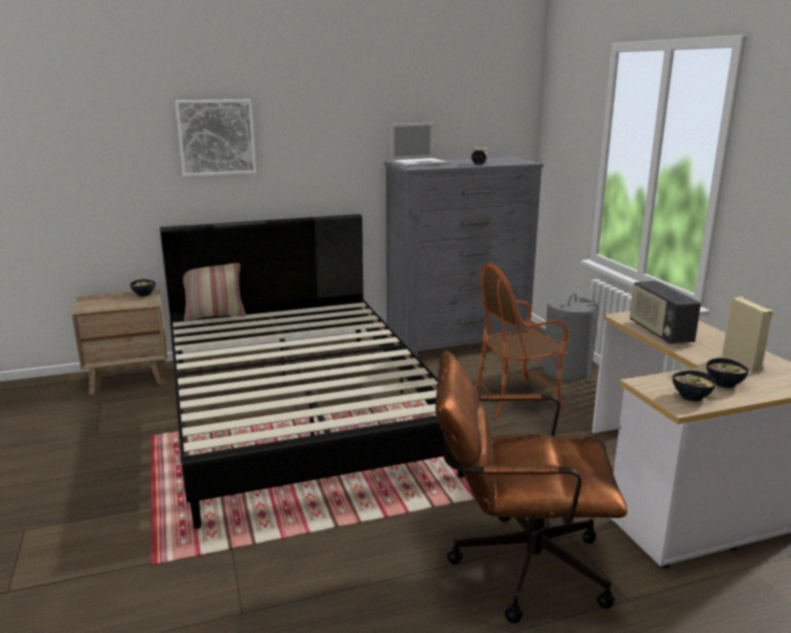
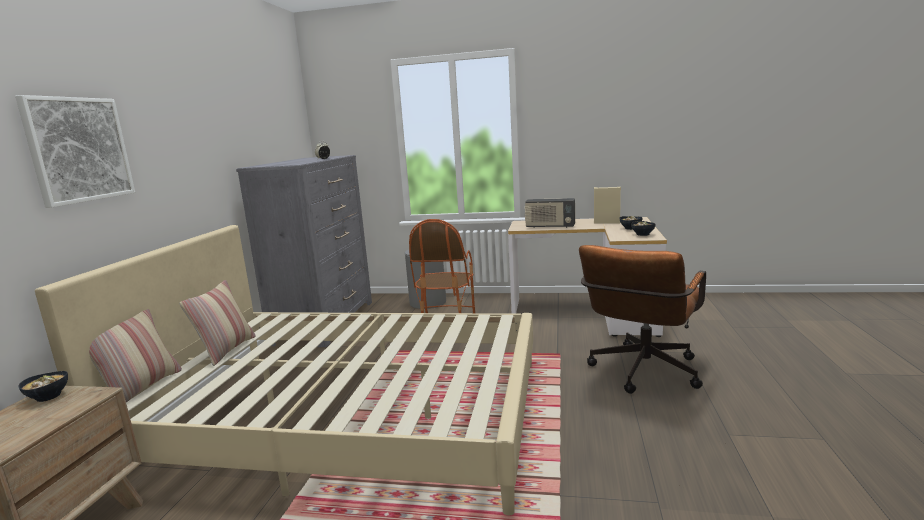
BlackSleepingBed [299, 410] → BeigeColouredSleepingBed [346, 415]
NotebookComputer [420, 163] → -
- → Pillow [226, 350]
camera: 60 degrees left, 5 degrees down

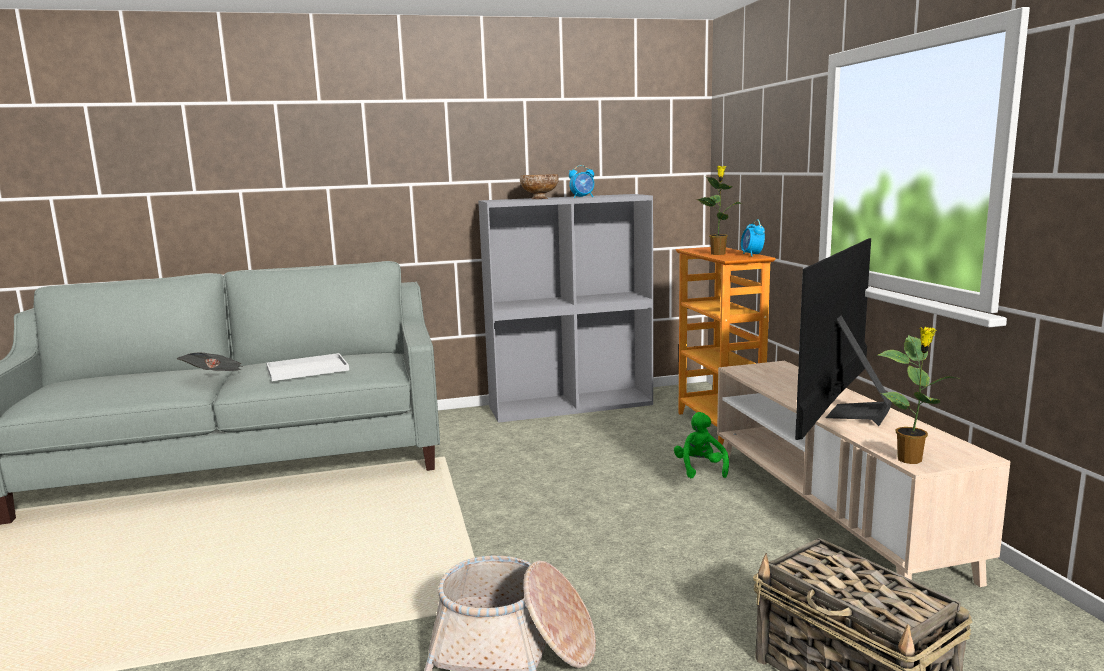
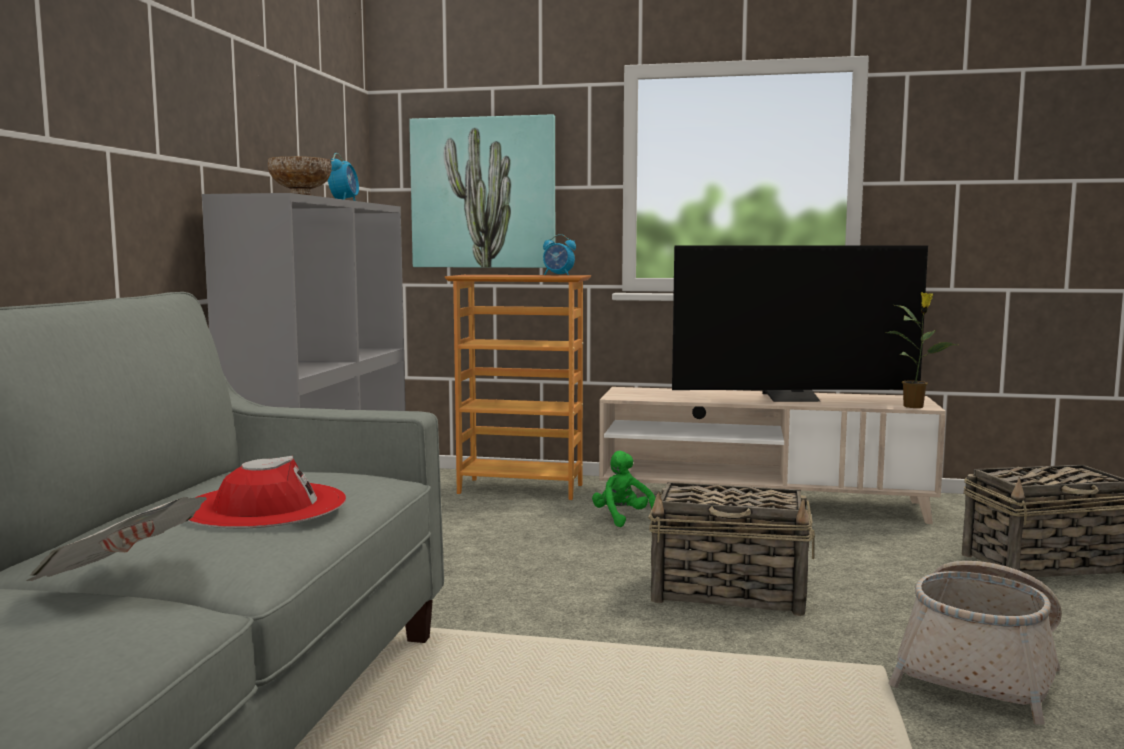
WhiteCarryingTray [309, 368] → RedColouredHat [264, 506]
GreenColouredPlushToy [700, 469] → GreenColouredPlushToy [623, 518], 45 degrees clockwise
PlantInAPot [718, 254] → -
TvSet [848, 413] → TvSet [793, 399], 60 degrees counterclockwise
- → Picture [483, 193]
- → HouseholdBasket [730, 592]
camera: 65 degrees left, 5 degrees down

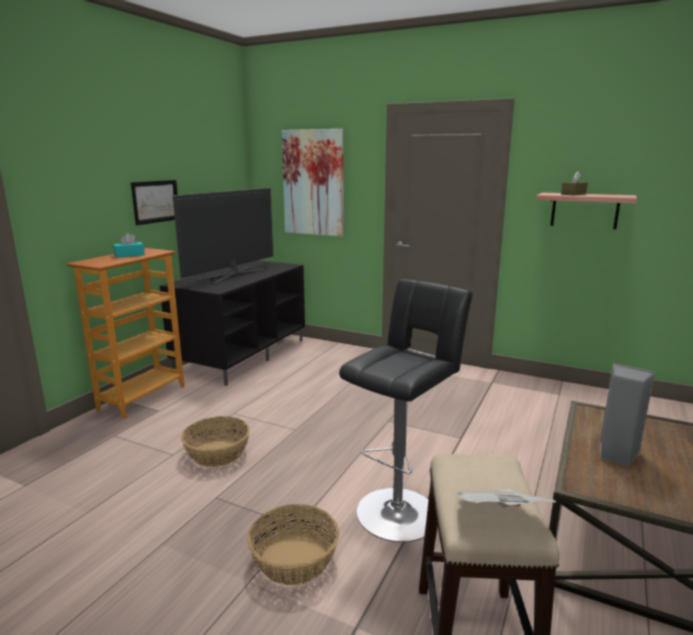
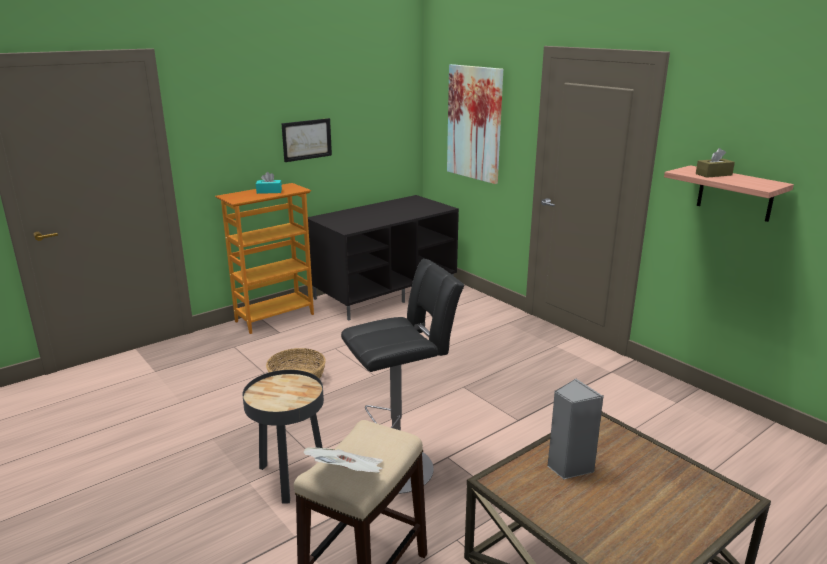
TvSet [233, 274] → -
HouseholdBasket [295, 559] → BlackEndTable [291, 477]
camera: 25 degrees right, 5 degrees up

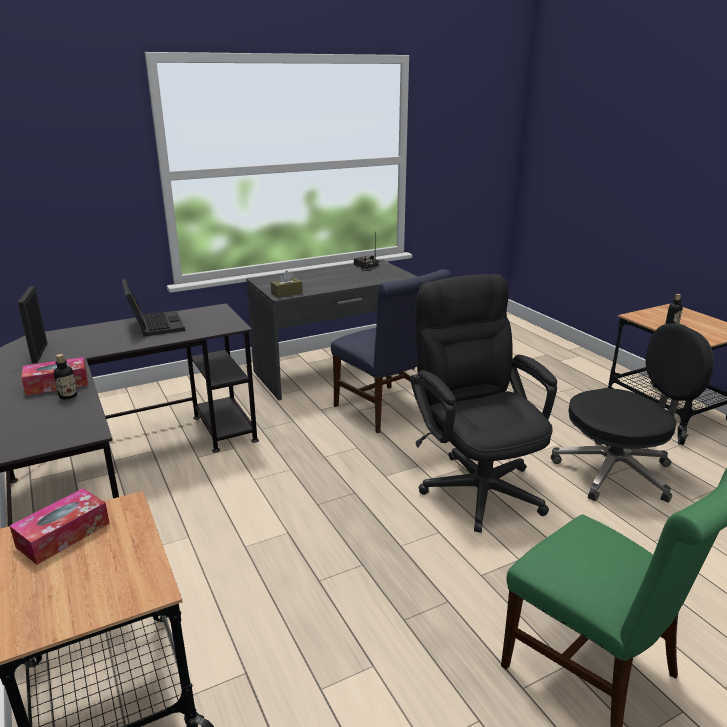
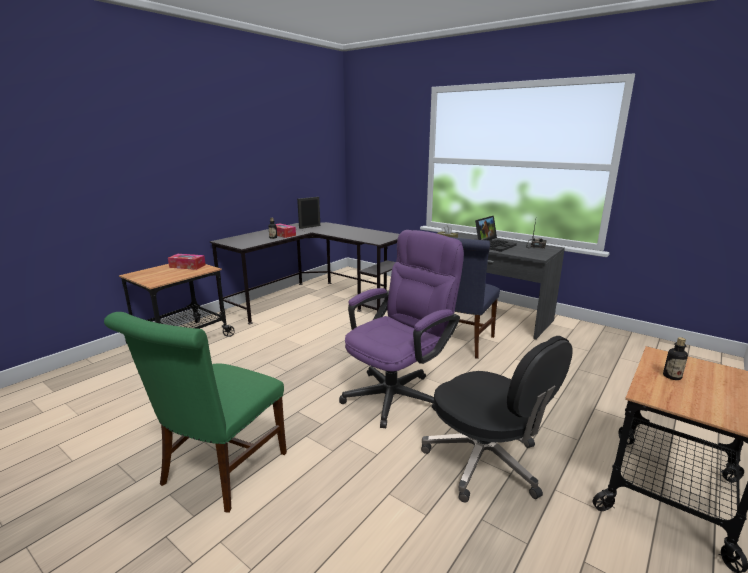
NotebookComputer [154, 325] → NotebookComputer [494, 245], move
BlackDeskChair [476, 483] → PurpleColouredDeskChair [398, 393]
camera: 65 degrees right, 5 degrees down

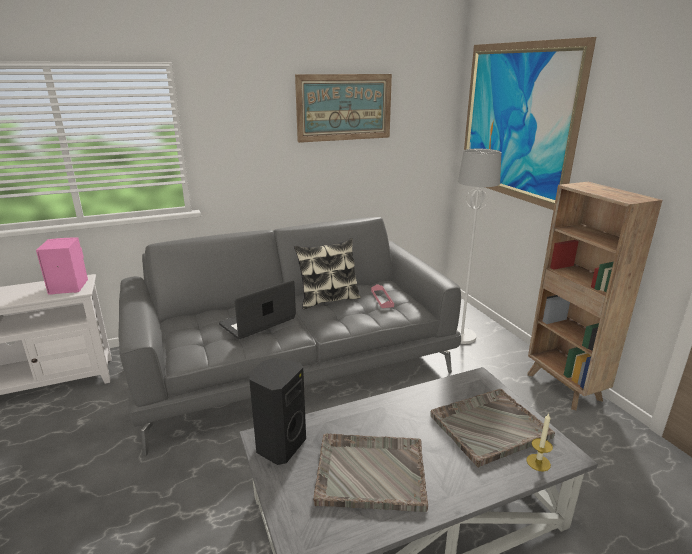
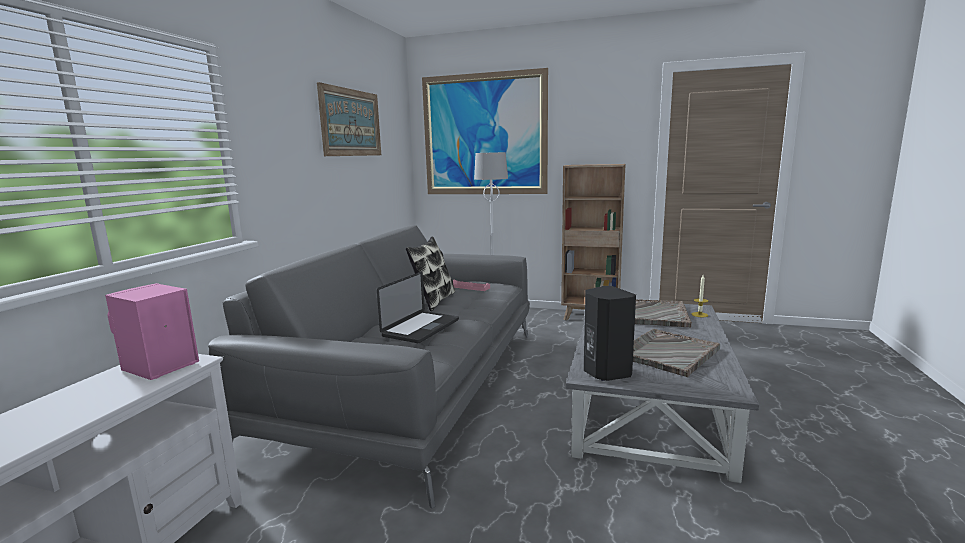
NotebookComputer [258, 322] → NotebookComputer [421, 328], 150 degrees counterclockwise
camera: 50 degrees left, 10 degrees down

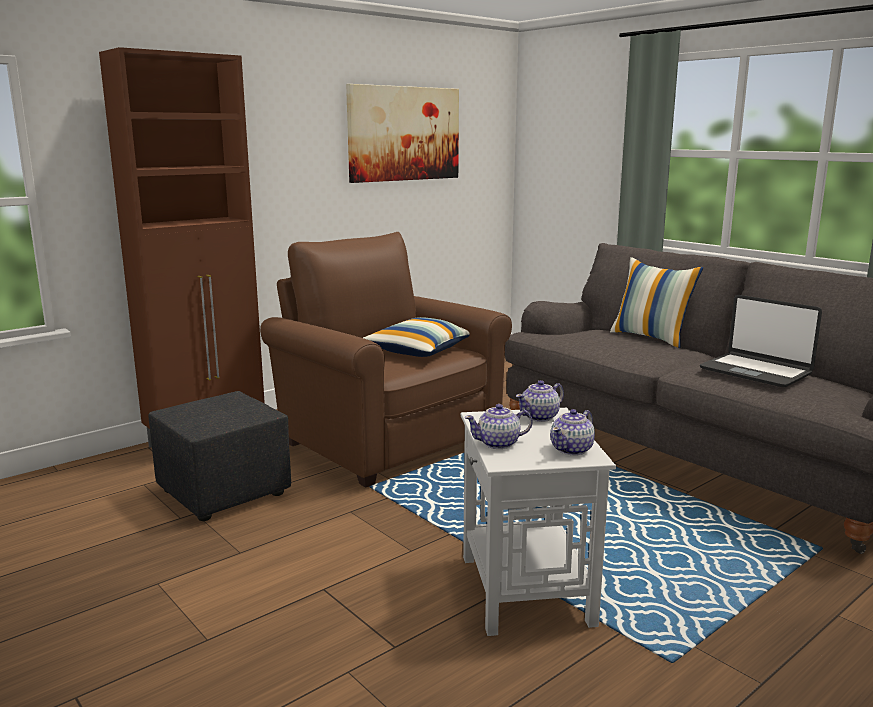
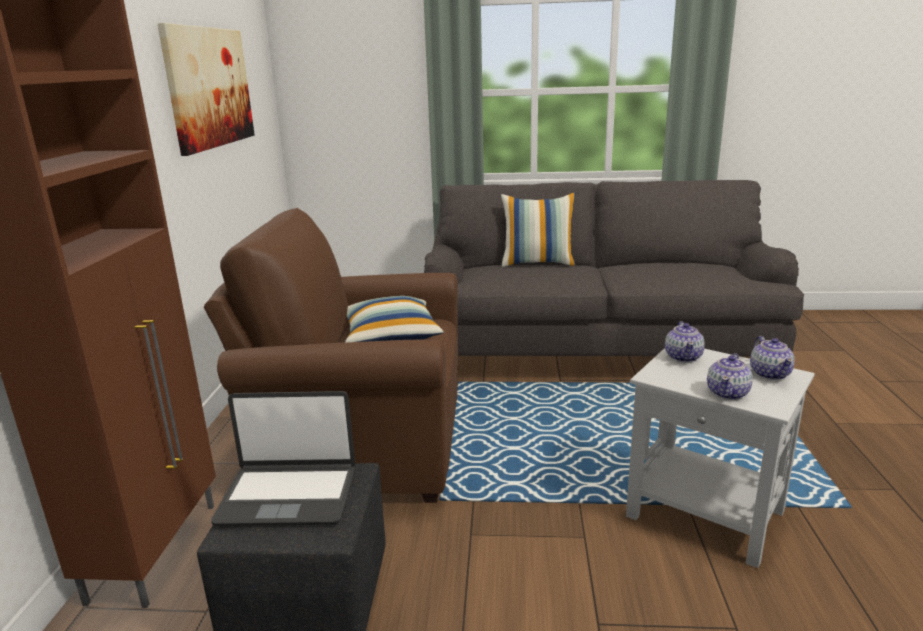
NotebookComputer [756, 371] → NotebookComputer [288, 495], move
camera: 45 degrees left, 5 degrees up

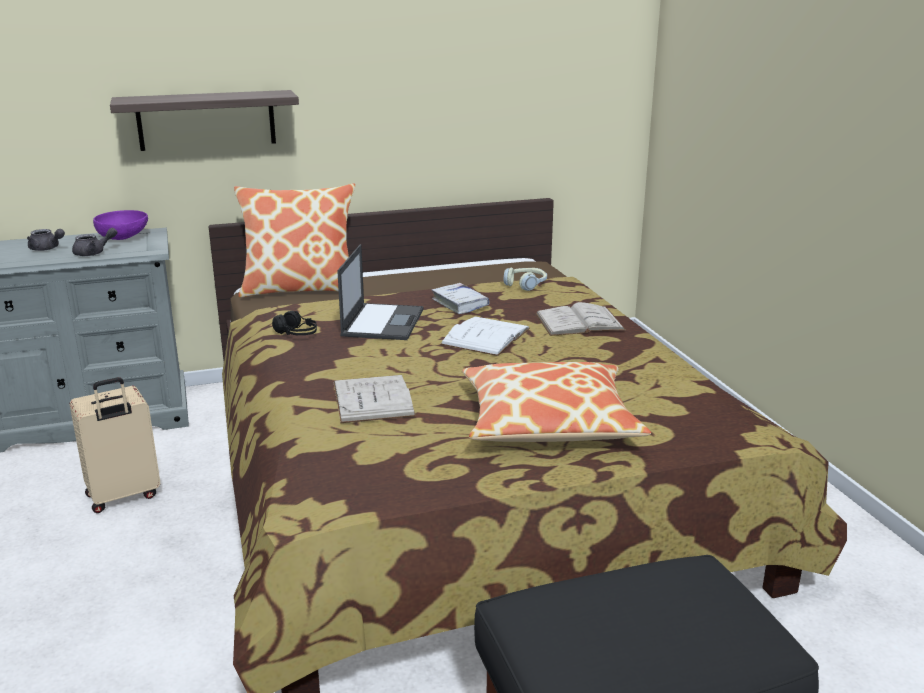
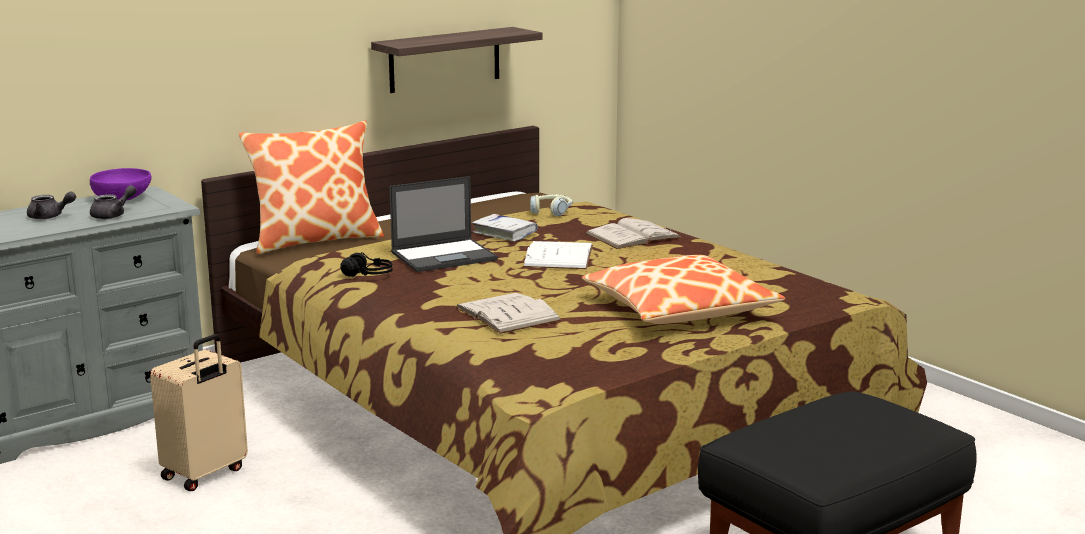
Shelf [206, 120] → Shelf [445, 59], move
NotebookComputer [383, 322] → NotebookComputer [445, 256], 75 degrees clockwise
camera: 20 degrees left, 5 degrees down

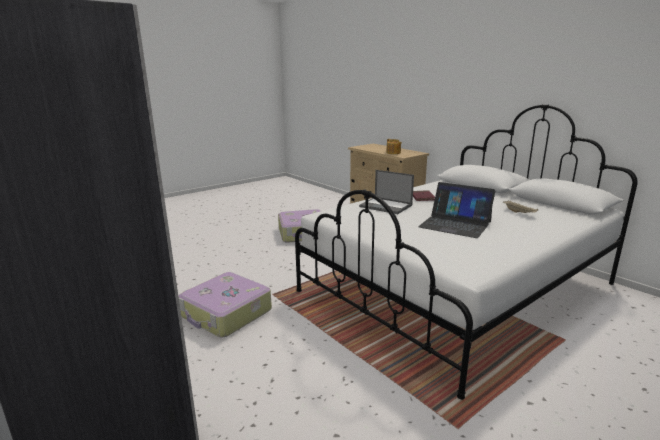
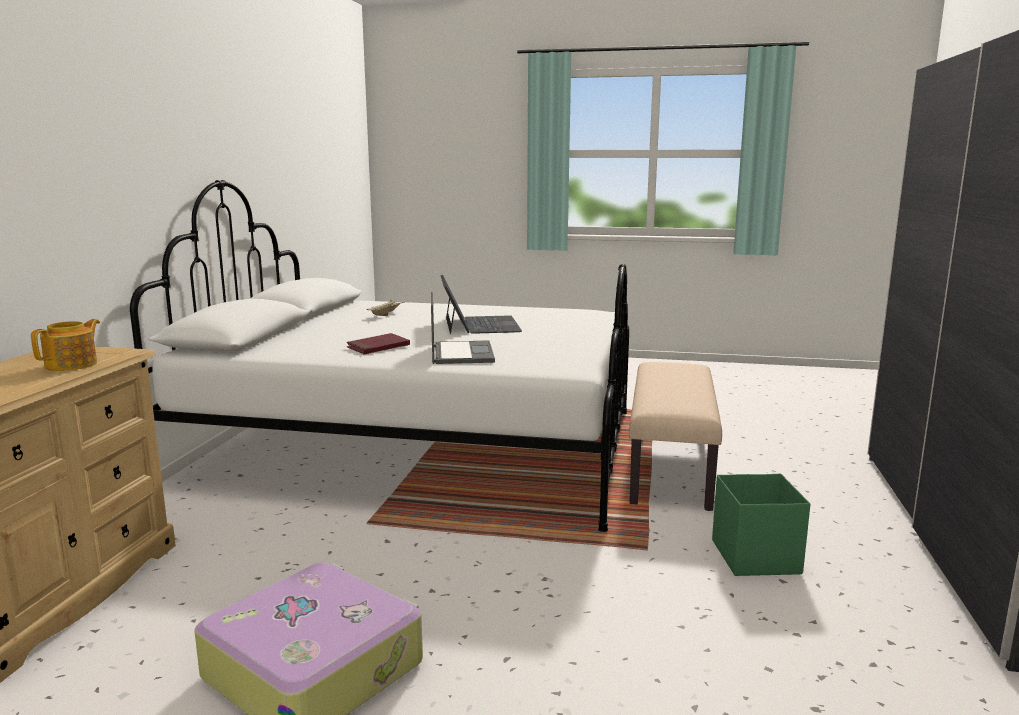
TravelCase [226, 314] → GreenColouredStorageBin [755, 556]
- → BeigeColouredLongSeat [669, 467]
camera: 130 degrees left, 5 degrees down

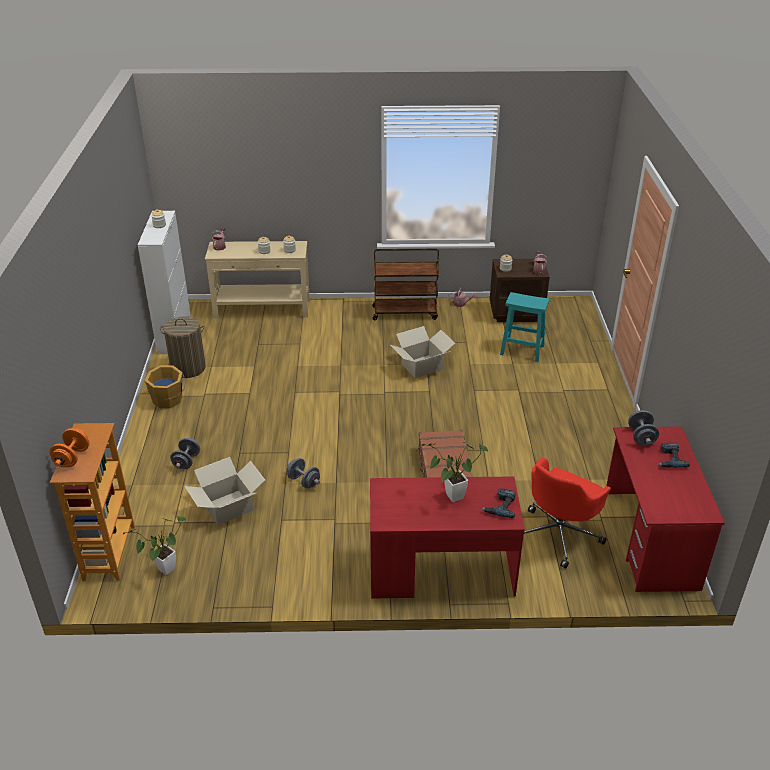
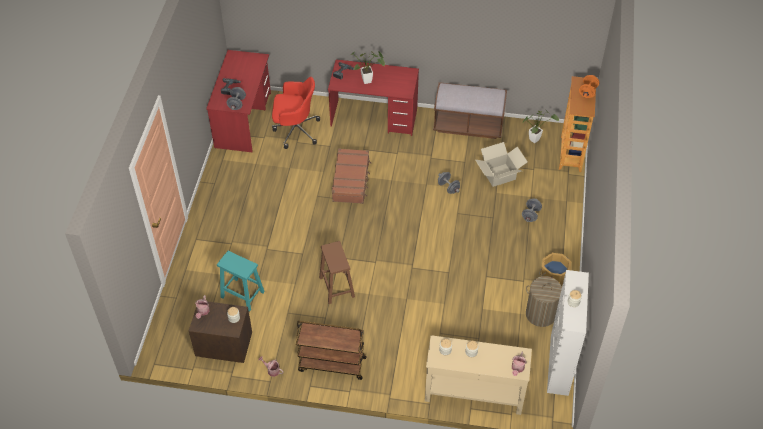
PackingBox [422, 366] → BrownStoolSeat [336, 286]
RedColouredDeskChair [559, 534] → RedColouredDeskChair [295, 130], 45 degrees clockwise
- → BrownLongSeat [468, 125]
camera: 170 degrees left, 15 degrees up

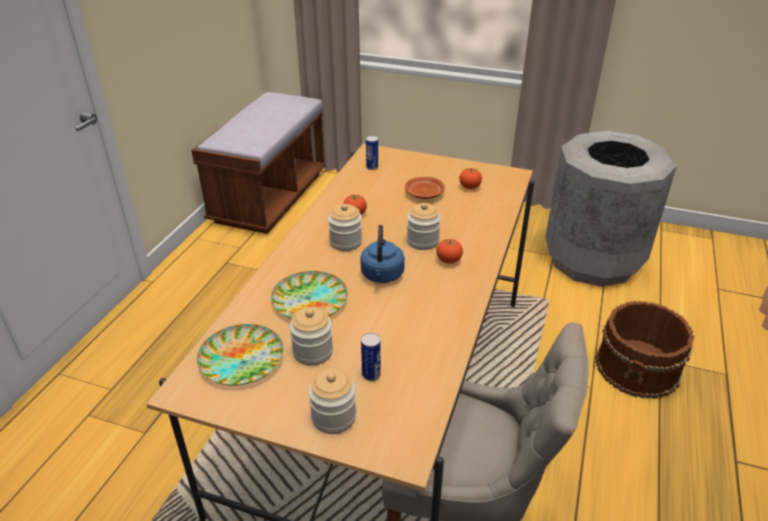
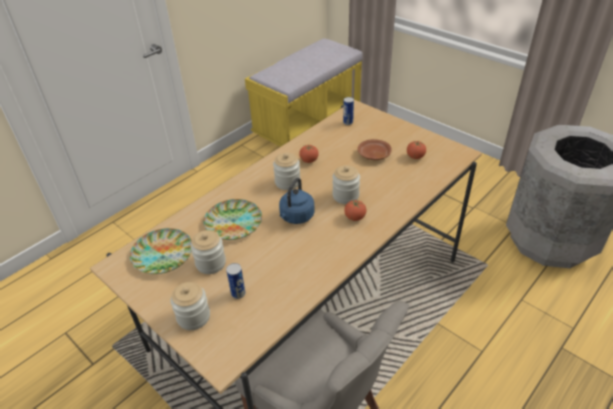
BrownLongSeat [270, 197] → YellowColouredLongSeat [308, 123]
BrownWaterBucket [638, 367] → -
camera: 25 degrees right, 5 degrees up

